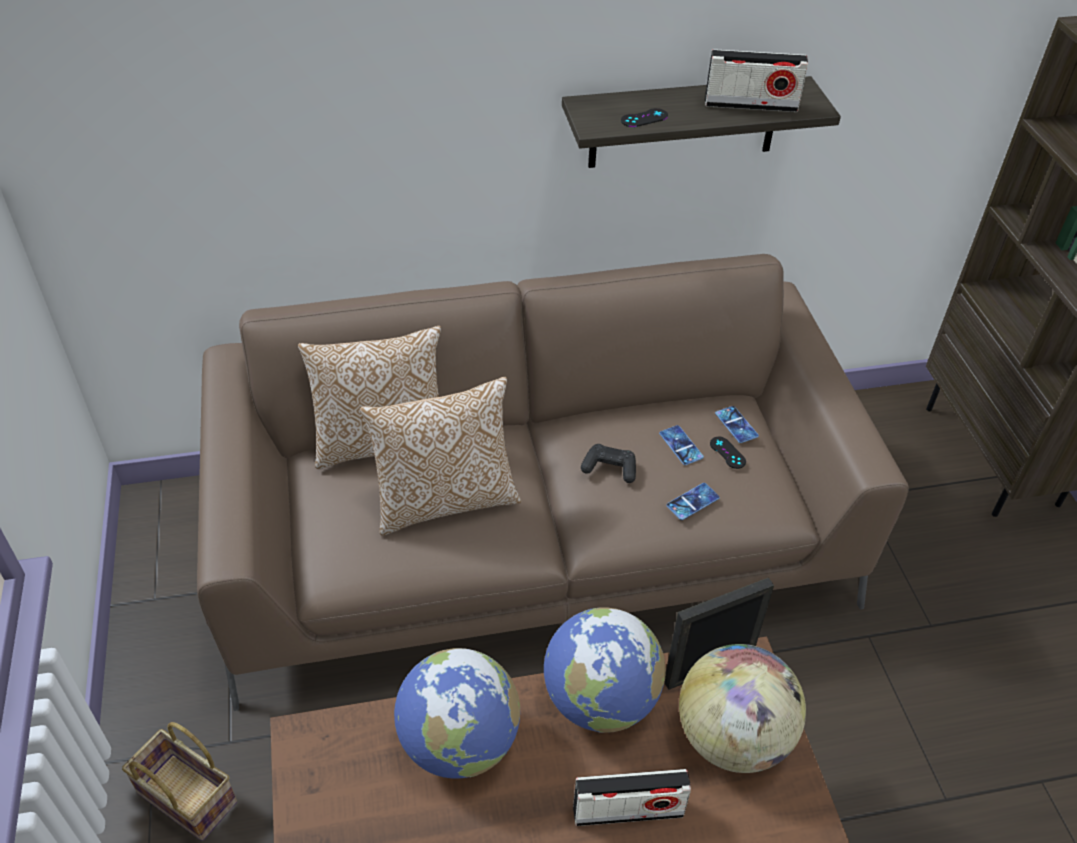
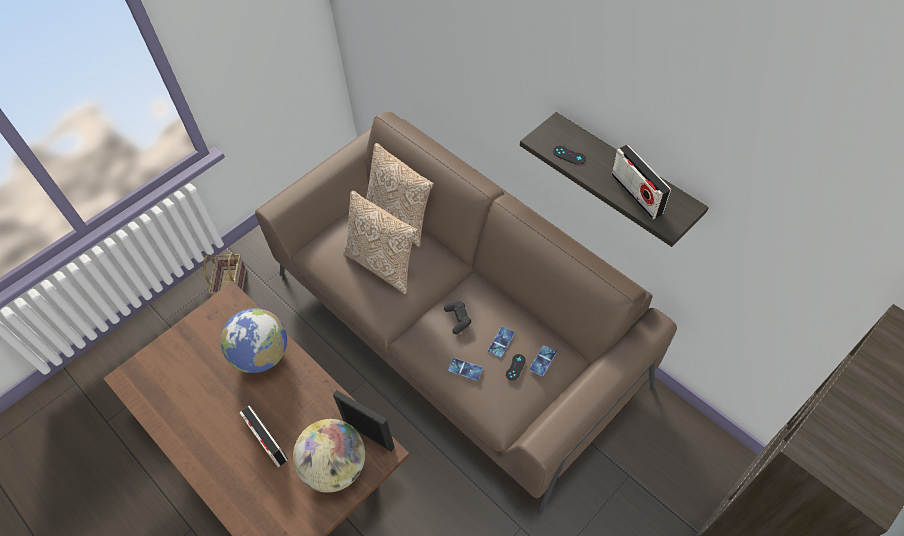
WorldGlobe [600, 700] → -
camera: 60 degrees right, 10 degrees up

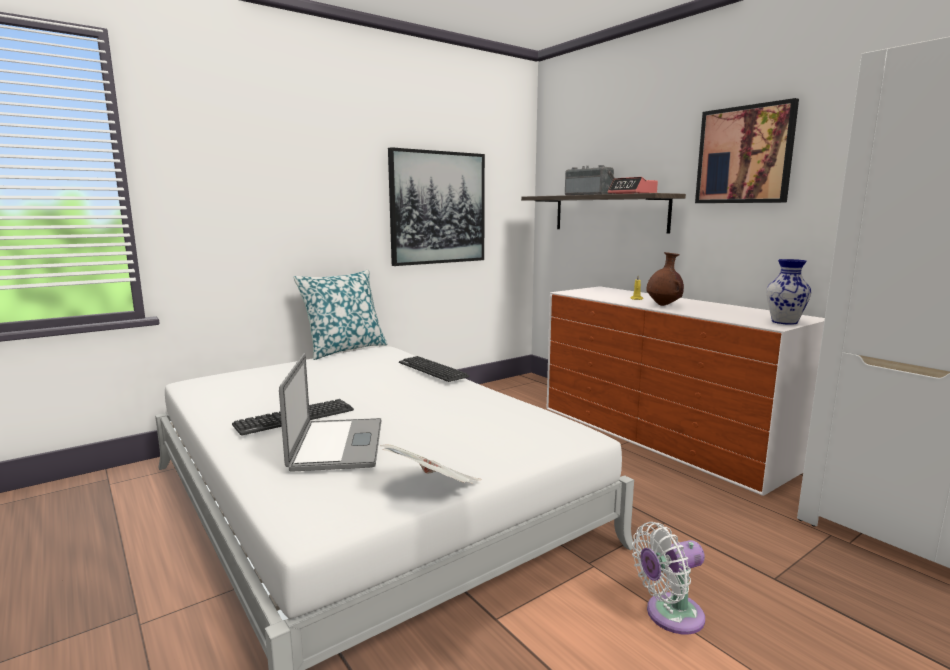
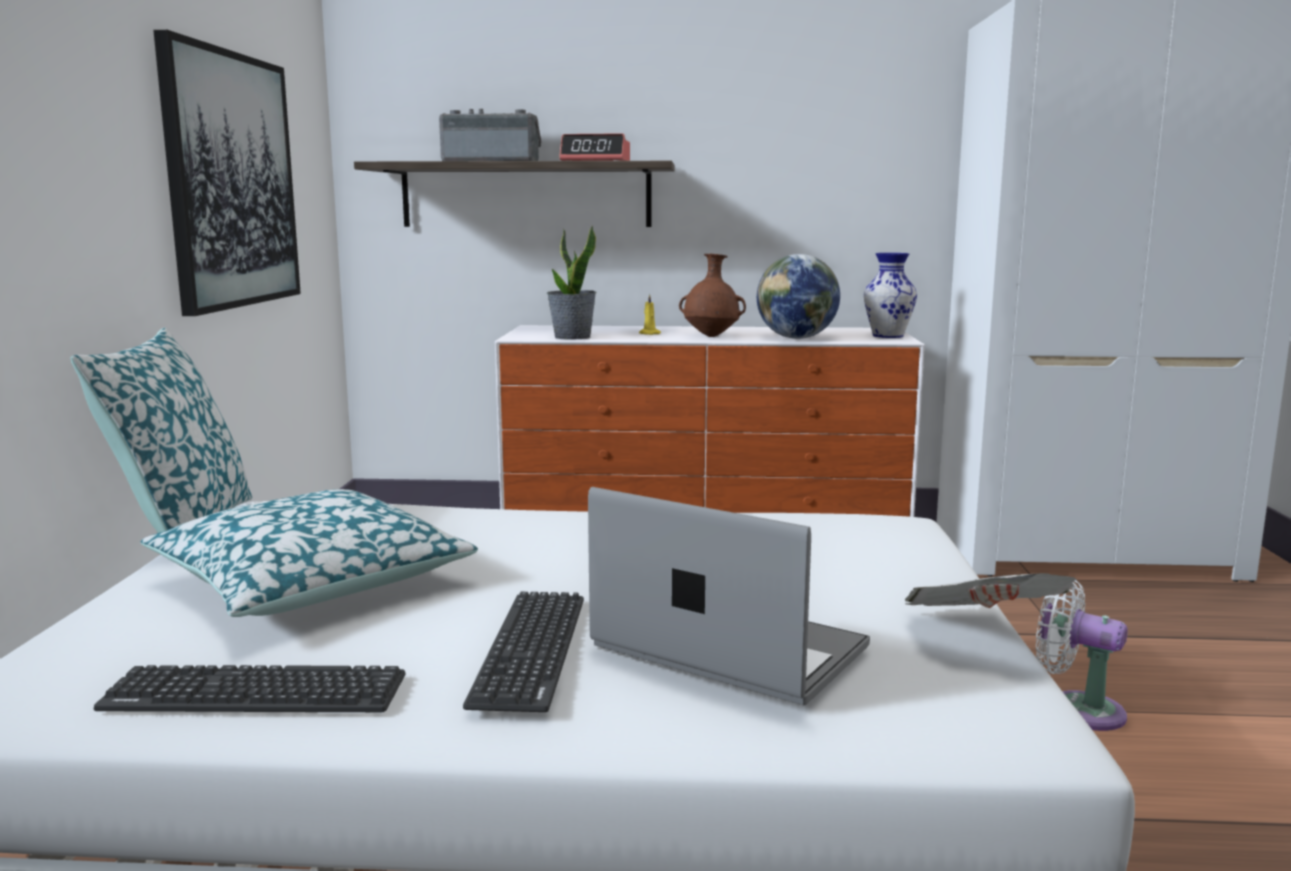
PcKeyboard [432, 370] → PcKeyboard [255, 693], move
WhiteCoolingFan [669, 615] → WhiteCoolingFan [1077, 709], 105 degrees clockwise
Picture [744, 155] → -
- → Pillow [311, 582]
- → PlantInAPot [572, 337]
- → WorldGlobe [796, 338]
camera: 50 degrees left, 0 degrees up

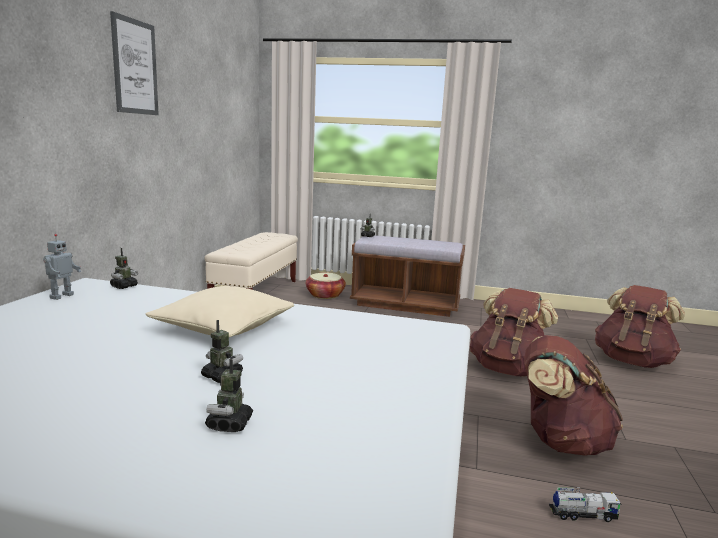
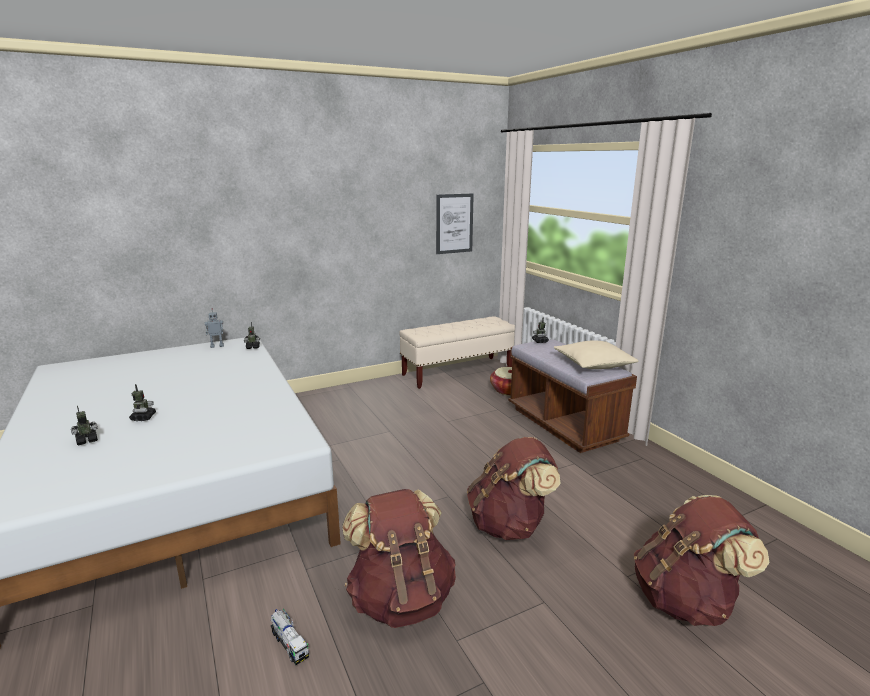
Picture [135, 67] → Picture [454, 223], move
BeigeColouredPillow [224, 327] → BeigeColouredPillow [593, 364], move
camera: 50 degrees right, 5 degrees up

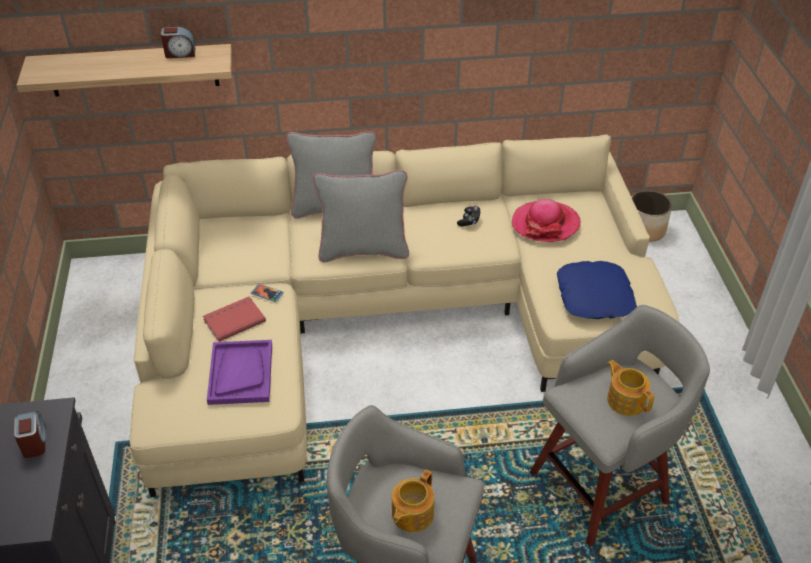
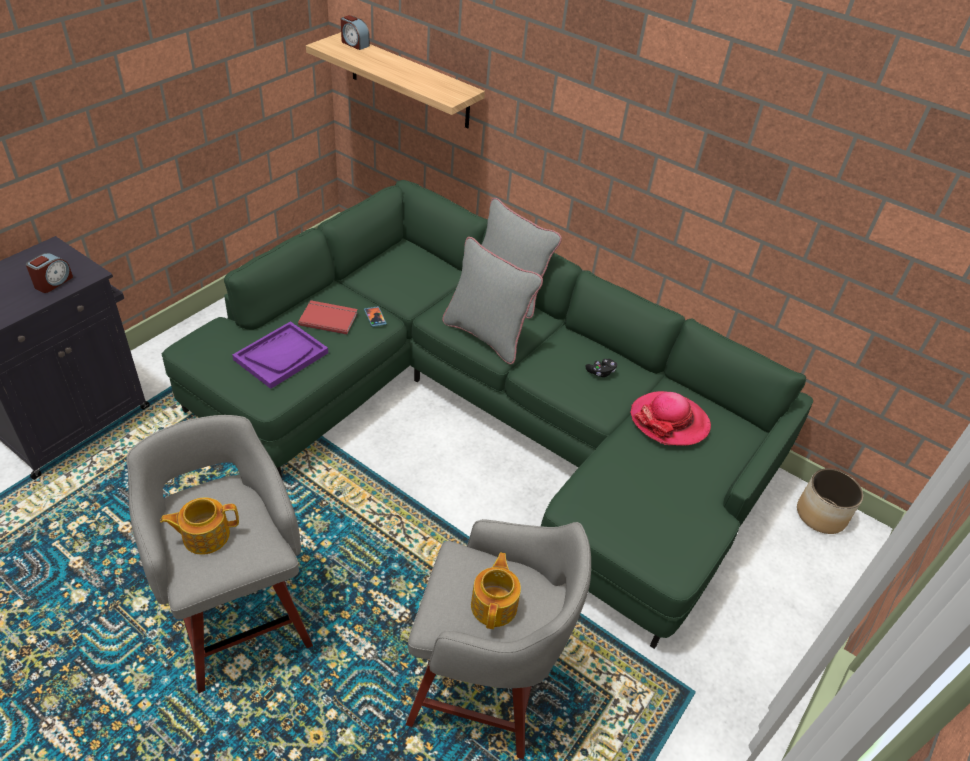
BeigeColouredSettee [384, 318] → GreenColouredSettee [487, 415]
TableClock [180, 53] → TableClock [354, 44], move
BluePillow [595, 297] → -
camera: 40 degrees right, 0 degrees up

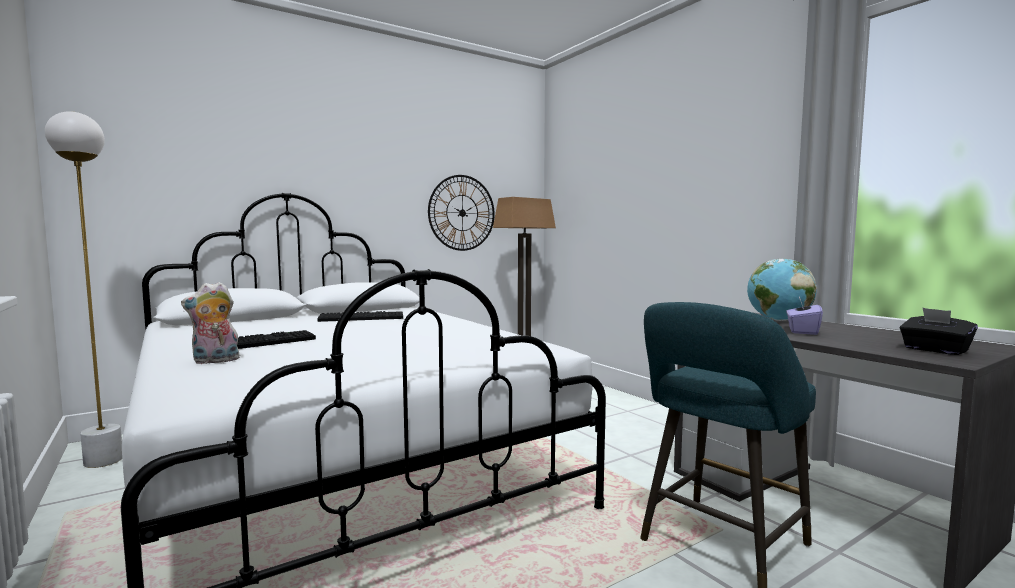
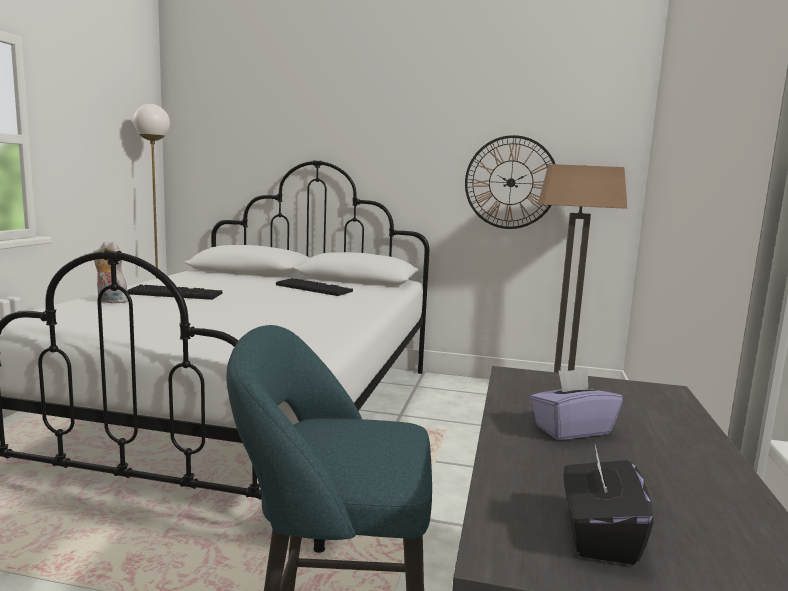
WorldGlobe [778, 320] → -
camera: 45 degrees right, 5 degrees up

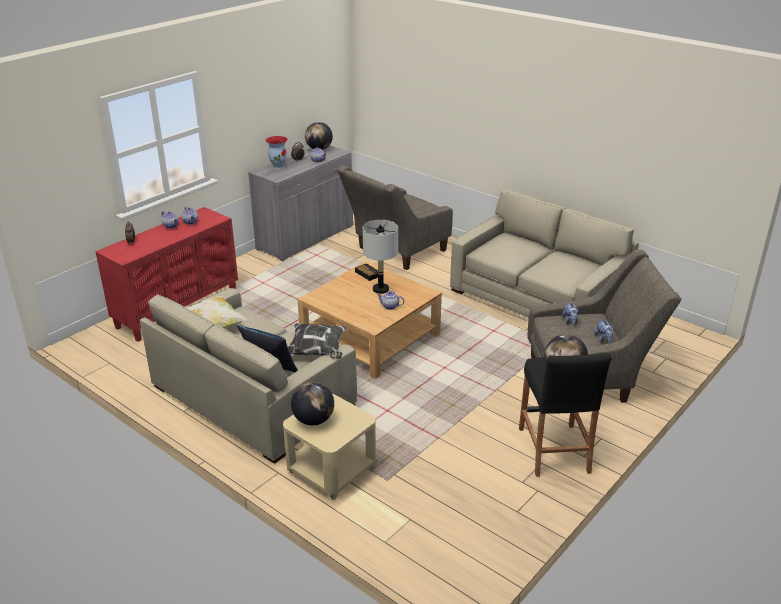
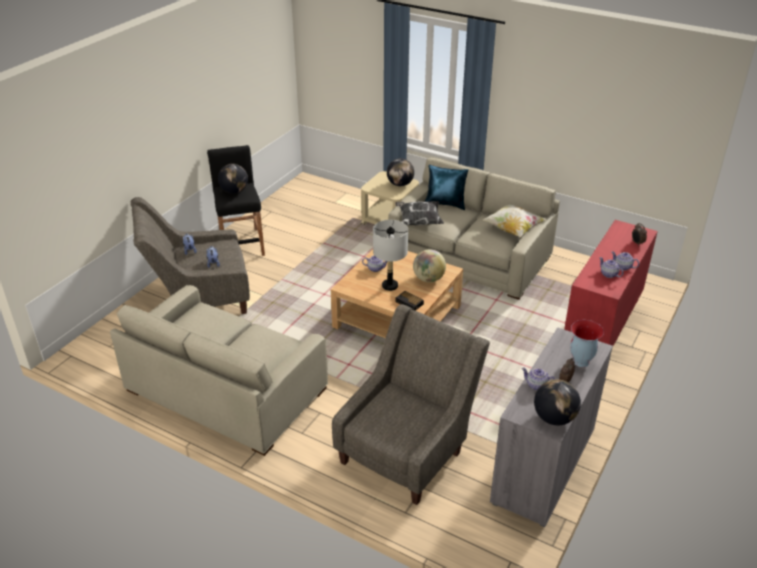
- → WorldGlobe [428, 279]
camera: 170 degrees right, 5 degrees up

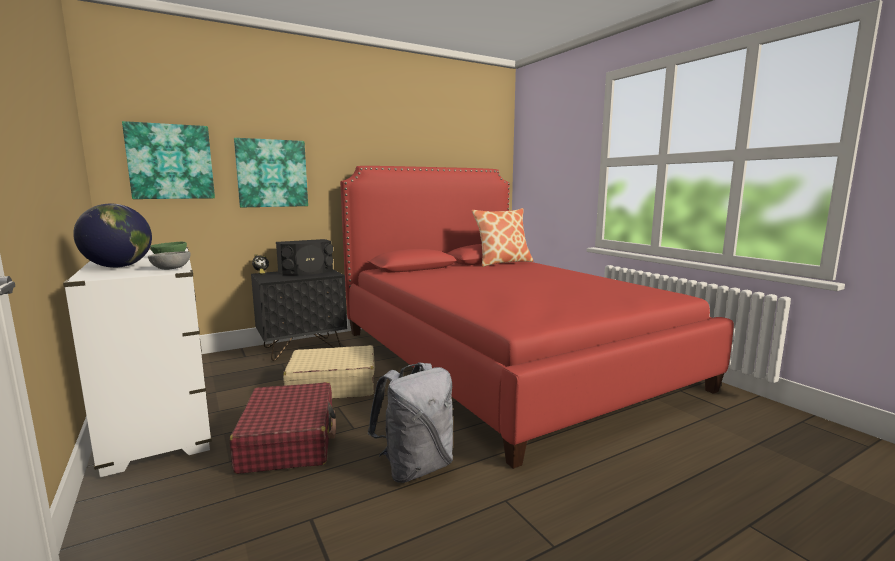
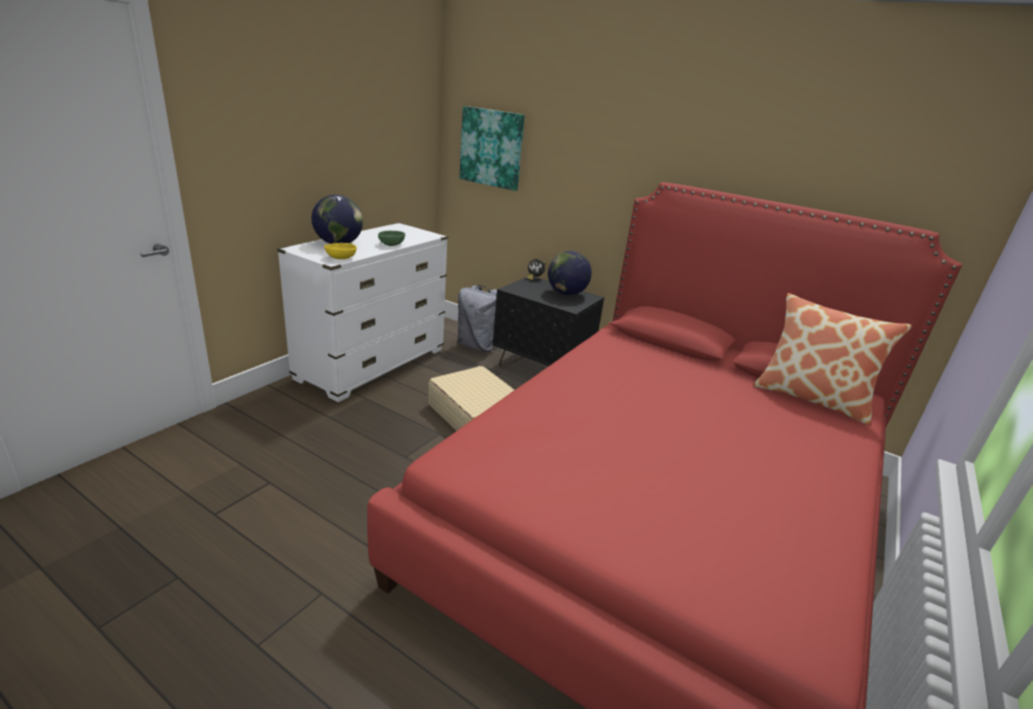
GrayServingBowl [170, 268] → YellowColouredServingBowl [340, 258]
RedColouredTravelCase [289, 440] → -
Picture [272, 173] → -
BlackSpeaker [306, 271] → WorldGlobe [566, 293]
GrayKnapsack [415, 467] → GrayKnapsack [478, 346], move
camera: 60 degrees right, 15 degrees up

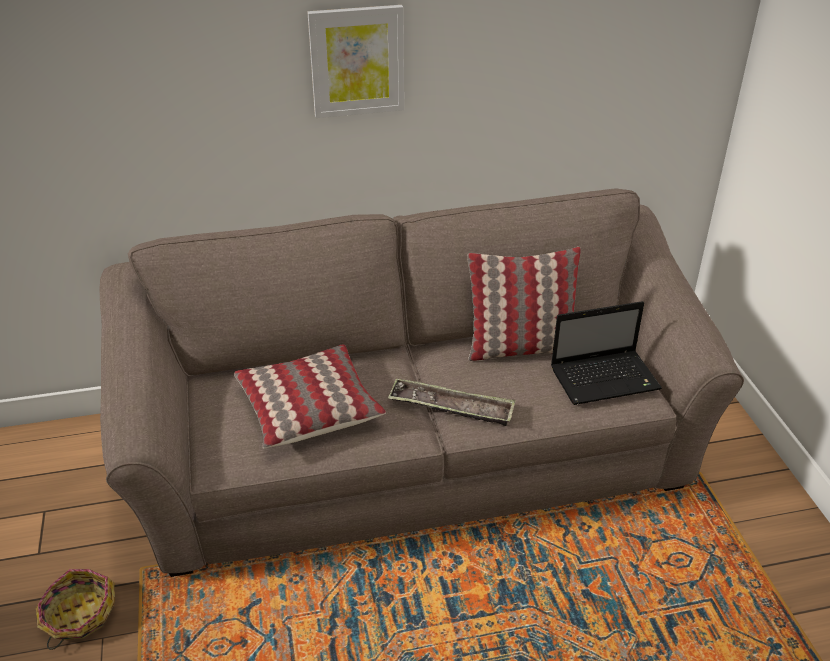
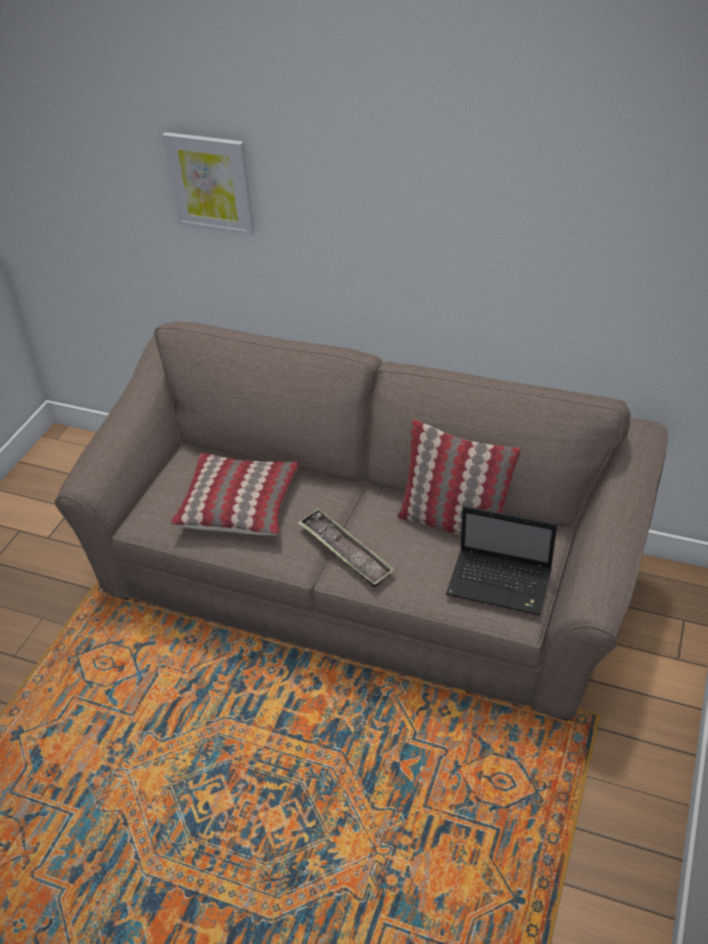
HouseholdBasket [78, 615] → -
Picture [357, 61] → Picture [211, 183], move
camera: 35 degrees right, 5 degrees up

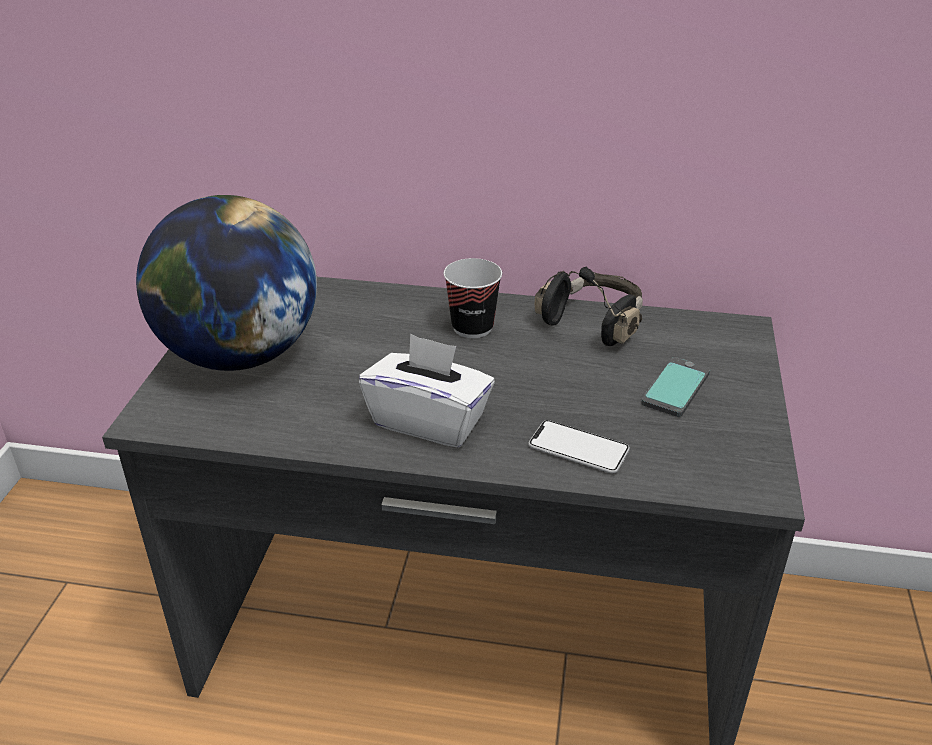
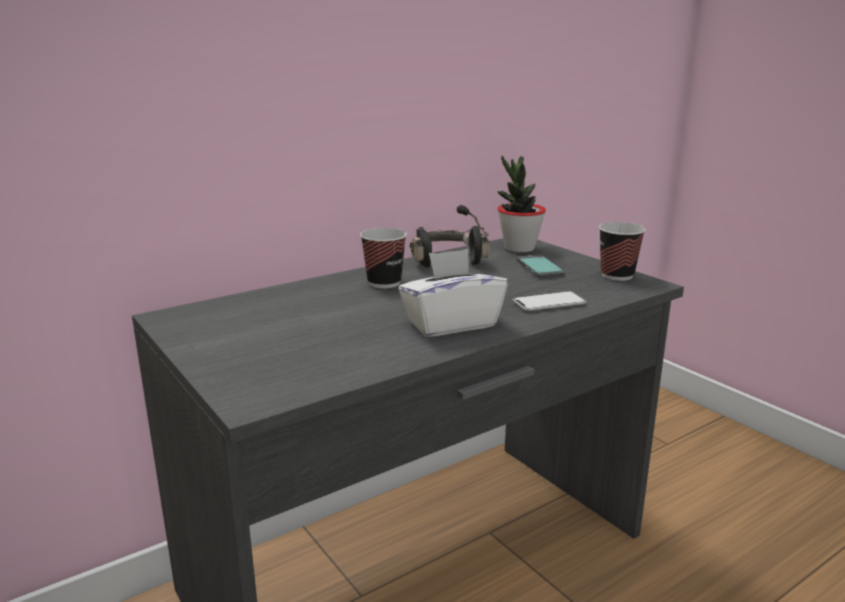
WorldGlobe [240, 355] → -
- → PlantInAPot [519, 248]
- → DrinkingCup [617, 275]
camera: 45 degrees left, 15 degrees down

